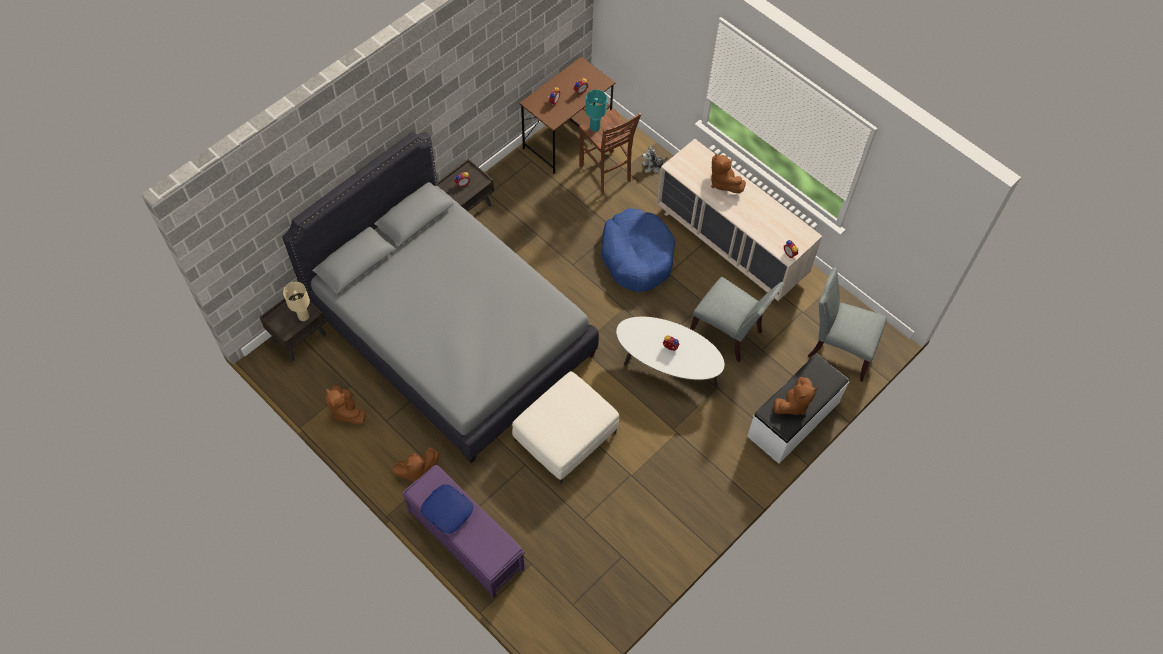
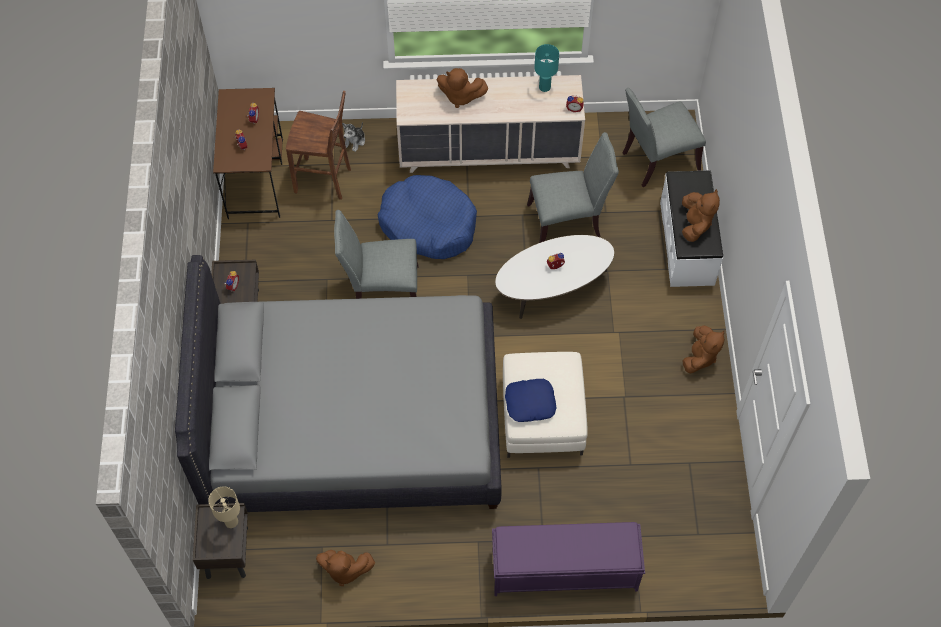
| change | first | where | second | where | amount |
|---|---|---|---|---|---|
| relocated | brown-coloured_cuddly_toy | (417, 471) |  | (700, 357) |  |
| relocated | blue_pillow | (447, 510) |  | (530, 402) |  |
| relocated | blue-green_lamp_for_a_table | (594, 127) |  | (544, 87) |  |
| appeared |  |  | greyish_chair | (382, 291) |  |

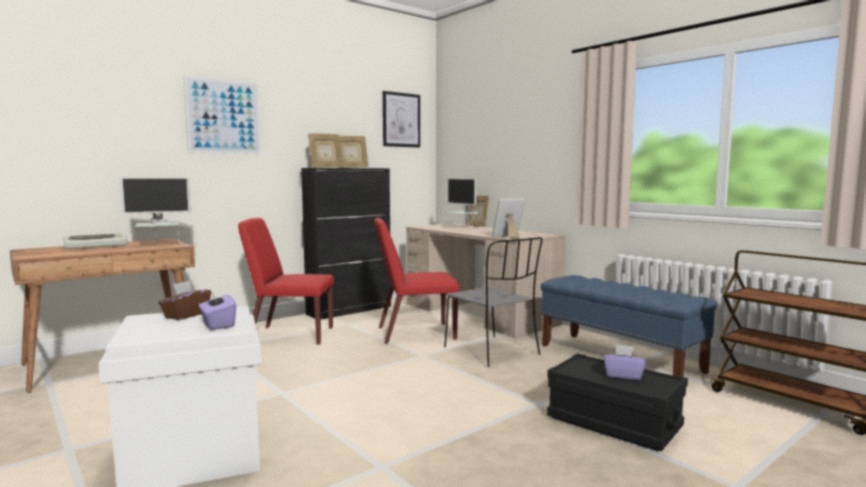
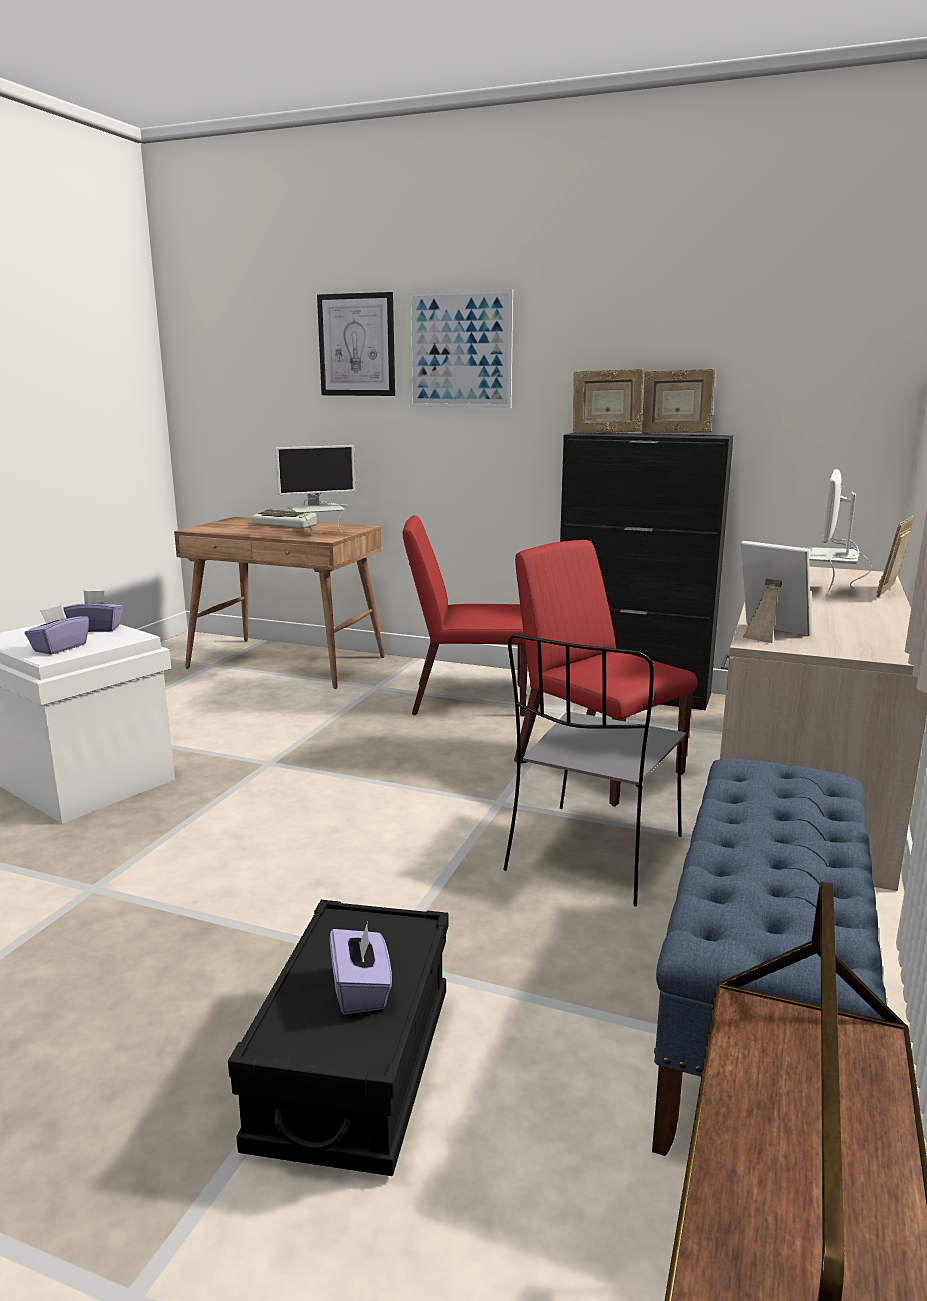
| change | first | where | second | where | amount |
|---|---|---|---|---|---|
| spun | computer_screen | (159, 245) |  | (318, 535) | 60 degrees counterclockwise |
| colour | brown-coloured_tissue_box | (186, 315) | purplish_tissue_box | (96, 628) |  |
| spun | reddish_chair | (290, 335) |  | (467, 699) | 60 degrees counterclockwise |
| relocated | picture | (401, 120) |  | (357, 345) |  |

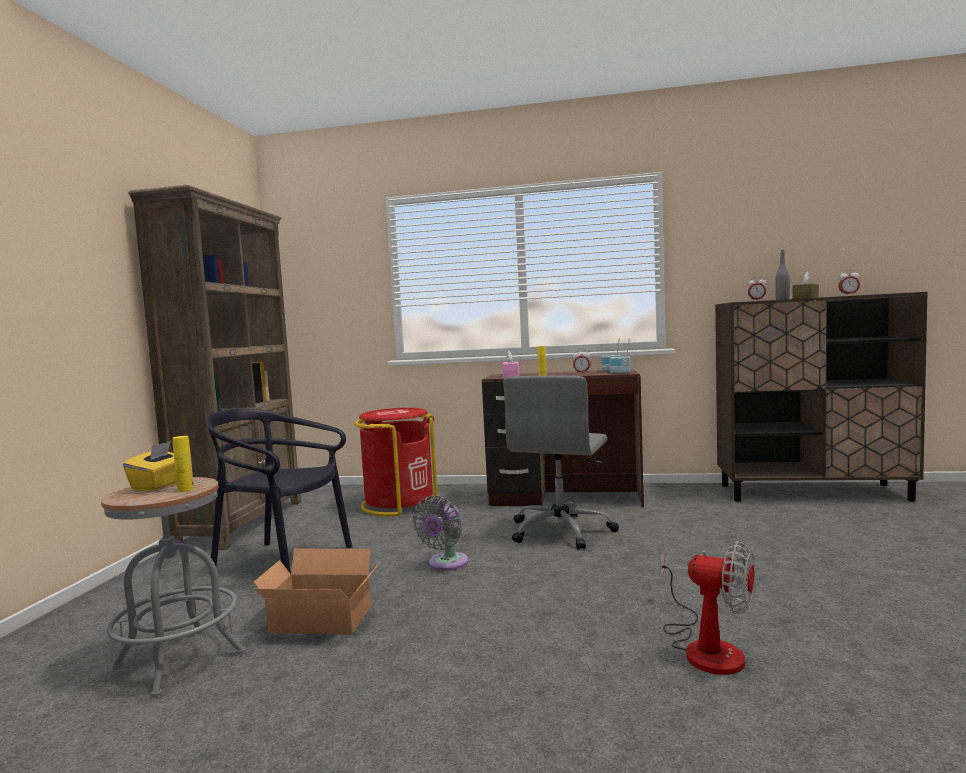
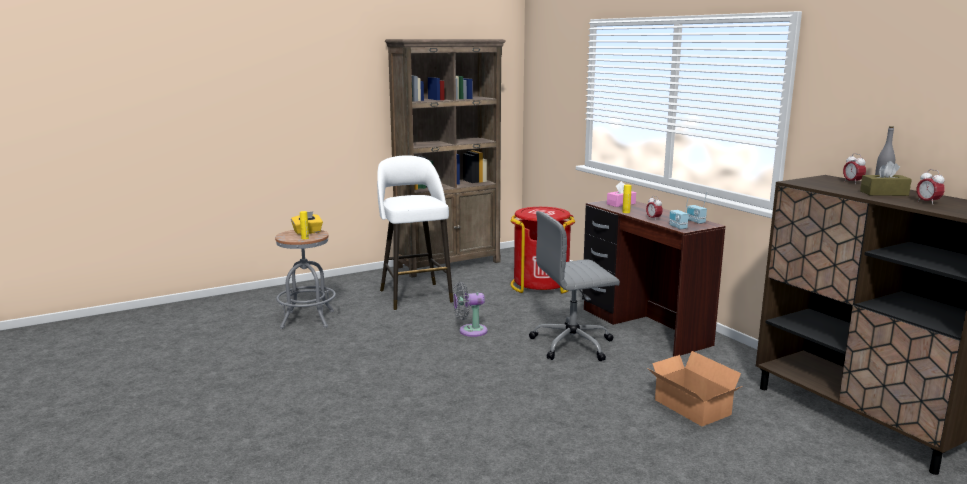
| change | first | where | second | where | amount |
|---|---|---|---|---|---|
| exchanged | black-coloured_chair | (283, 563) | white-coloured_stool | (415, 295) |  |
| relocated | carton | (322, 621) |  | (691, 409) |  |
| missing | cooling_fan | (705, 647) |  |  |  |

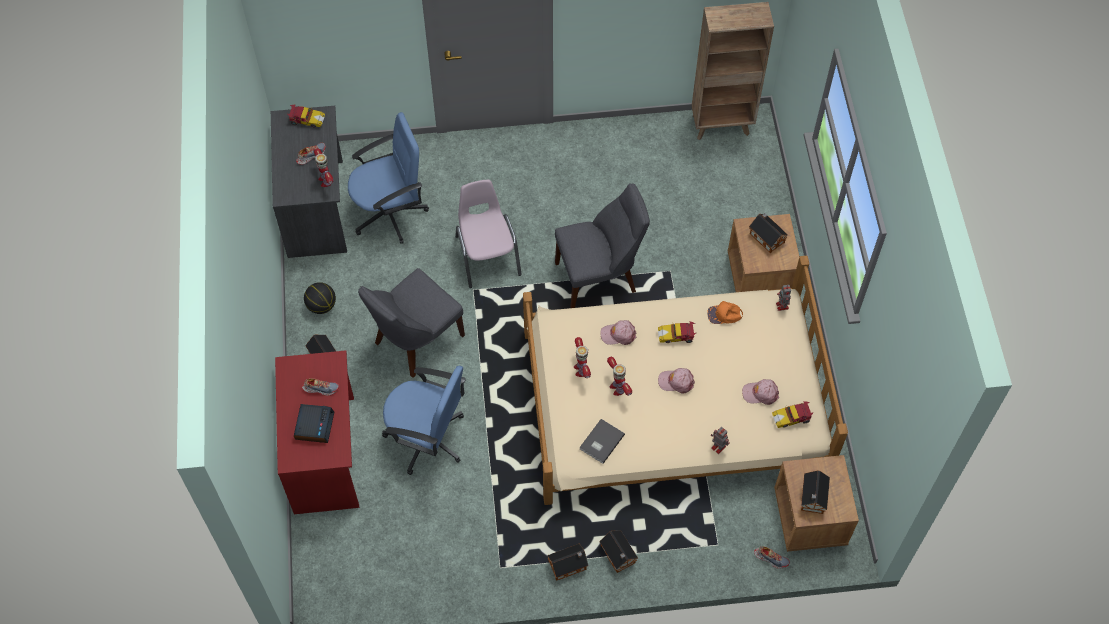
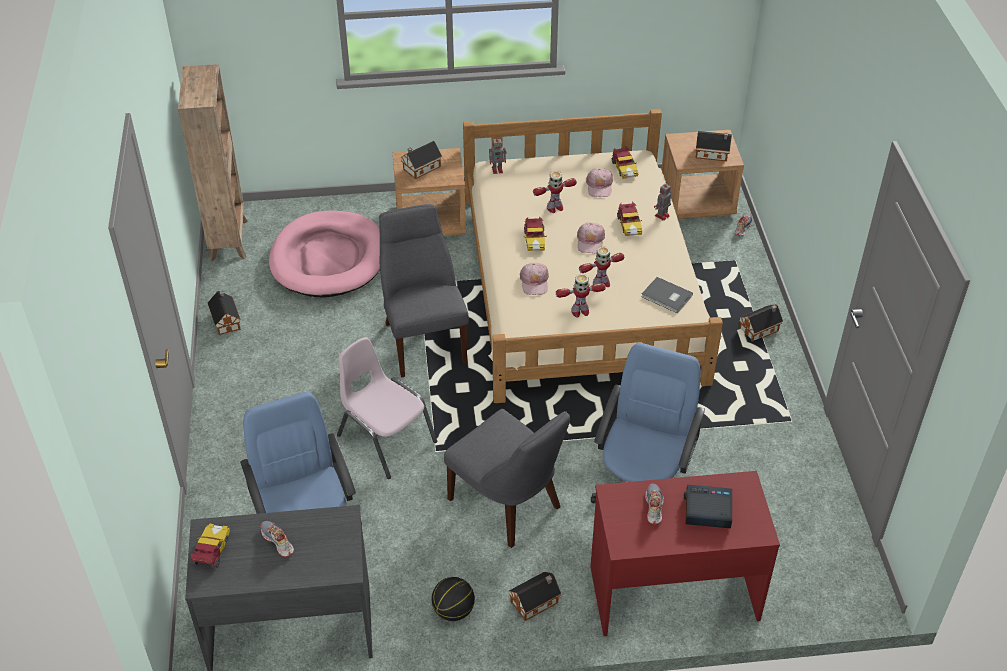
| change | first | where | second | where | amount |
|---|---|---|---|---|---|
| relocated | robot_figure | (325, 180) |  | (554, 208) |  |
| spun | pink_chair | (487, 255) |  | (386, 439) | 60 degrees clockwise |
| relocated | toy_house | (569, 565) |  | (226, 320) |  |
| missing | orange-coloured_baseball_cap | (724, 315) |  |  |  |
| appeared |  |  | pink_pet_bed | (328, 258) |  |
| appeared |  |  | model_car | (629, 225) |  |

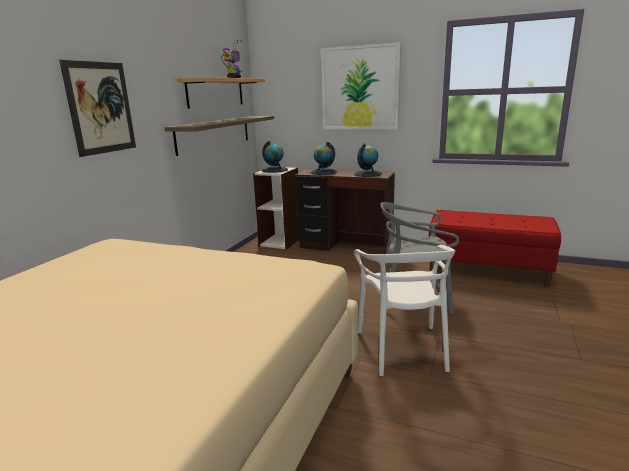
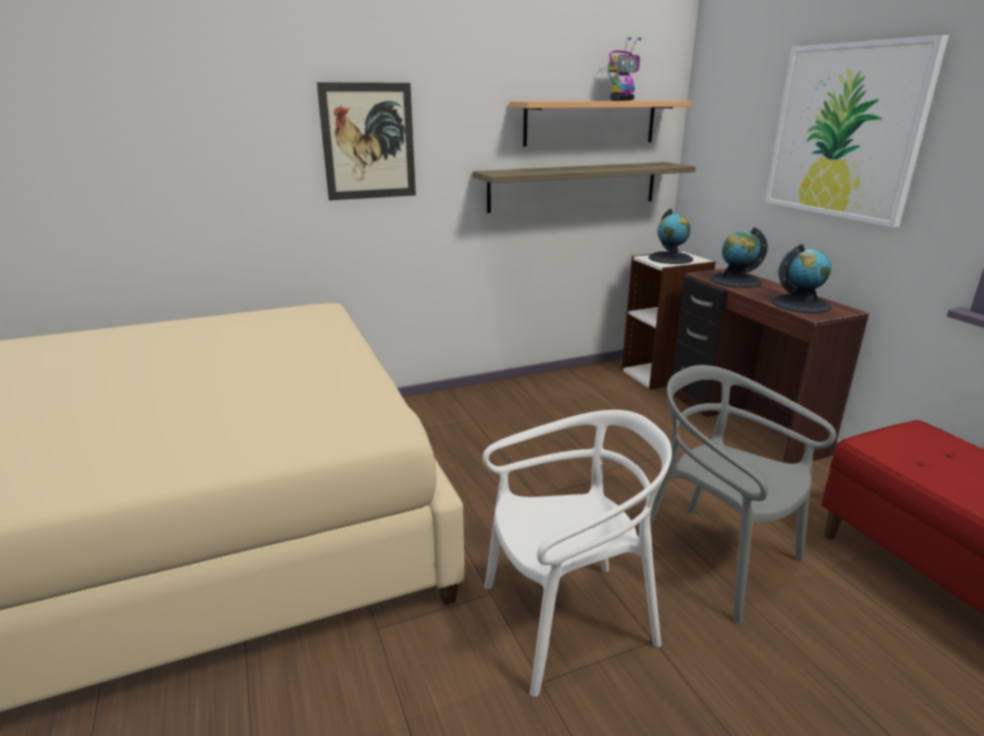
| change | first | where | second | where | amount |
|---|---|---|---|---|---|
| spun | white-coloured_chair | (403, 349) |  | (567, 620) | 150 degrees counterclockwise |

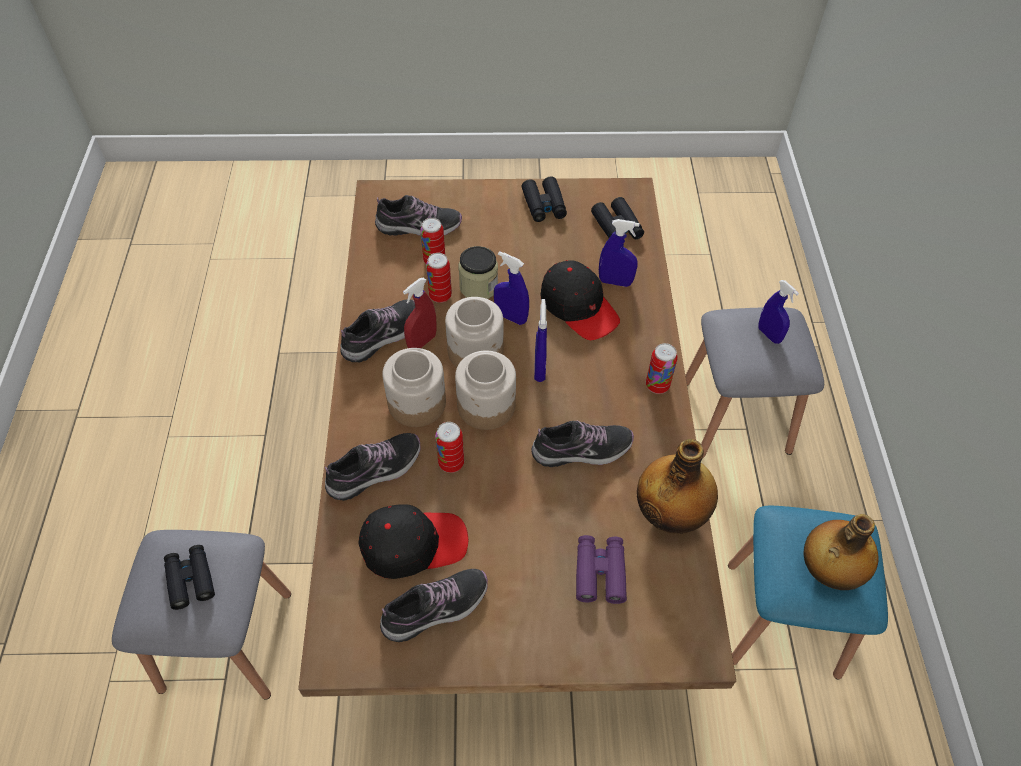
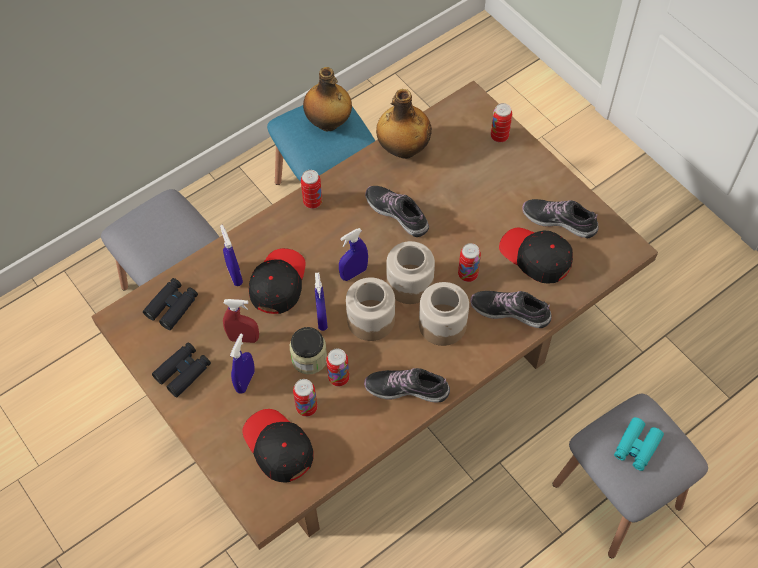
| change | first | where | second | where | amount |
|---|---|---|---|---|---|
| colour | black-coloured_field_glasses | (190, 579) | blue-green_field_glasses | (636, 447) |  |
| exchanged | item_of_footwear | (419, 226) | black-coloured_baseball_cap | (278, 447) |  |
| relocated | reddish_hand_sprayer | (422, 342) |  | (243, 338) |  |
| missing | purplish_field_glasses | (600, 572) |  |  |  |
| relocated | blue_hand_sprayer | (769, 335) |  | (245, 381) |  |
| appeared |  |  | sealed_can | (499, 136) |  |

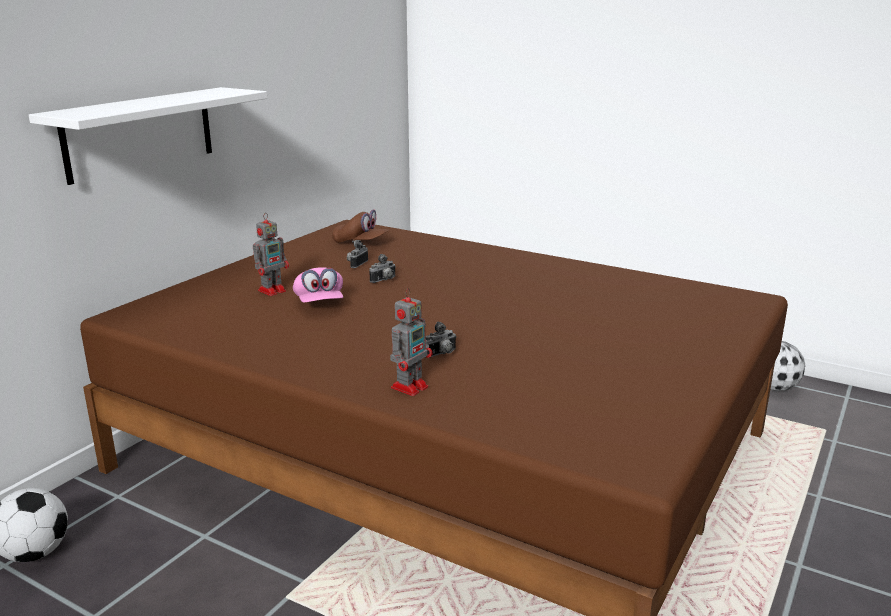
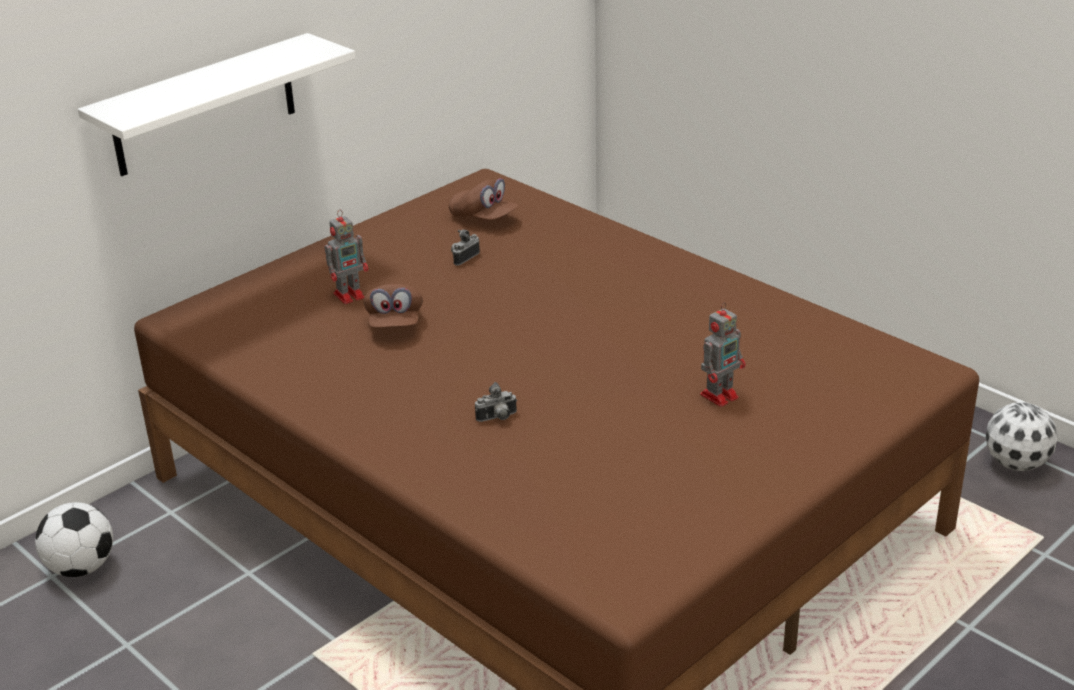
| change | first | where | second | where | amount |
|---|---|---|---|---|---|
| colour | pink_baseball_cap | (319, 304) | brown-coloured_baseball_cap | (395, 323) |  |
| missing | still_camera | (384, 280) |  |  |  |
| relocated | robot_figure | (410, 386) |  | (720, 395) |  |

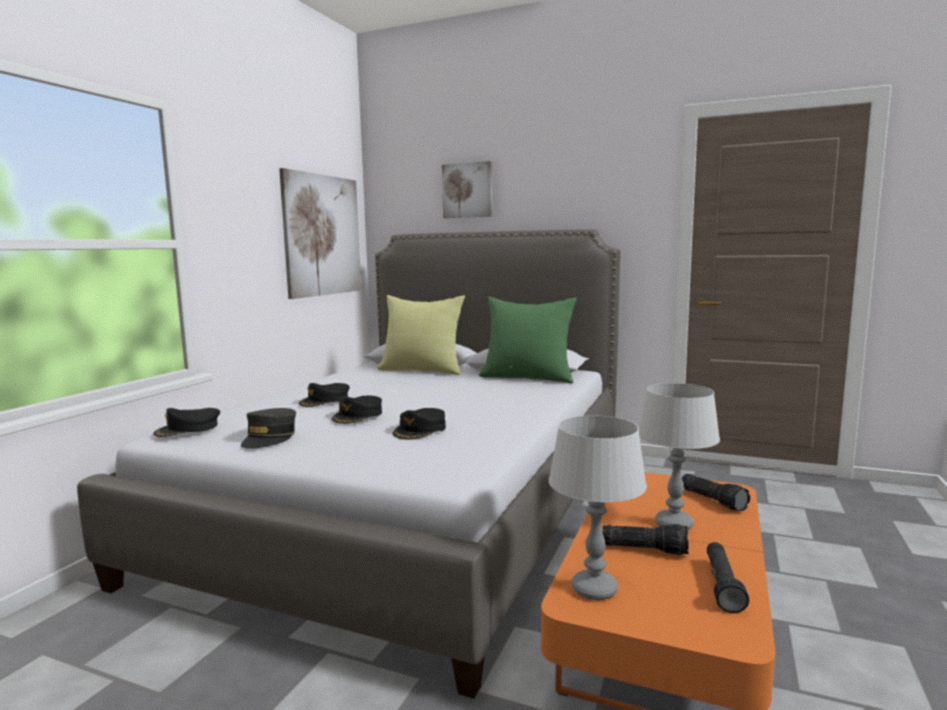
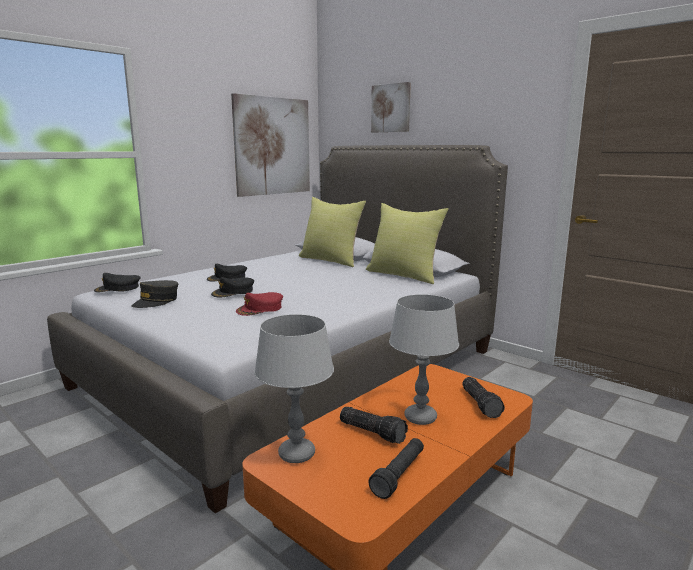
| change | first | where | second | where | amount |
|---|---|---|---|---|---|
| colour | black-coloured_baseball_cap | (420, 430) | reddish_baseball_cap | (260, 309) |  |
| colour | green-coloured_pillow | (528, 377) | yellow-coloured_pillow | (404, 275) |  |

